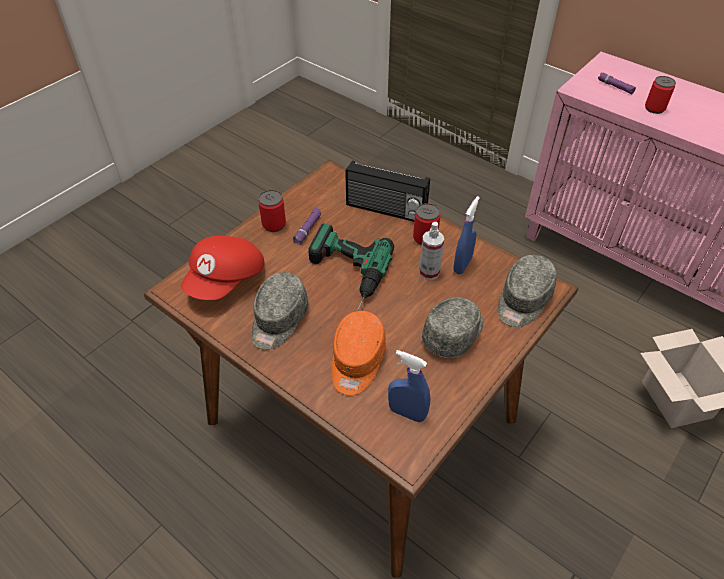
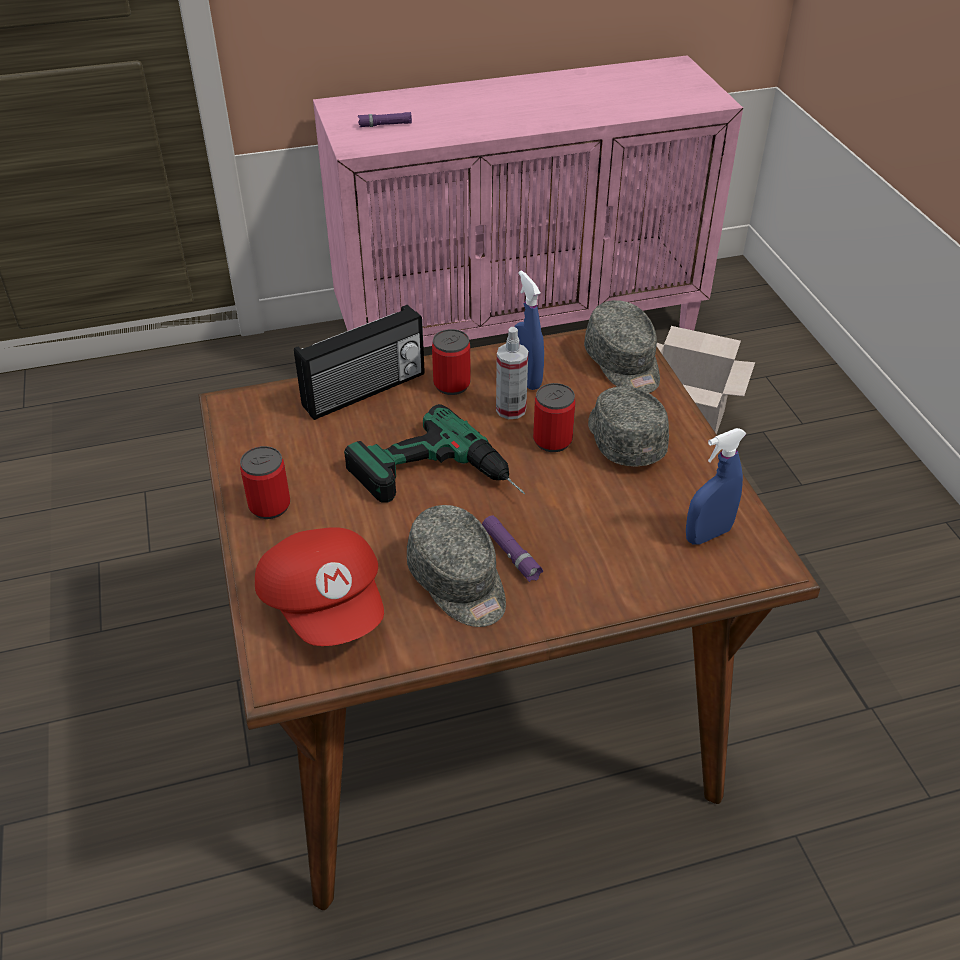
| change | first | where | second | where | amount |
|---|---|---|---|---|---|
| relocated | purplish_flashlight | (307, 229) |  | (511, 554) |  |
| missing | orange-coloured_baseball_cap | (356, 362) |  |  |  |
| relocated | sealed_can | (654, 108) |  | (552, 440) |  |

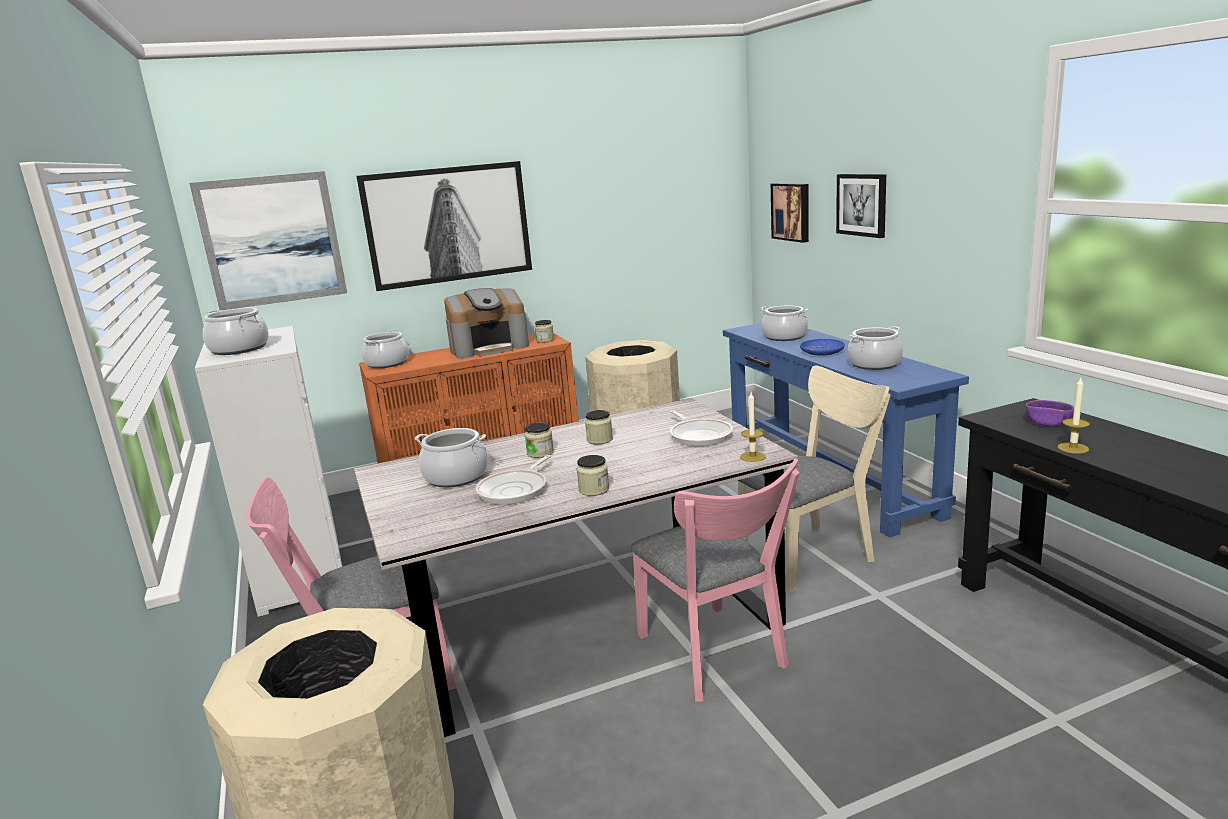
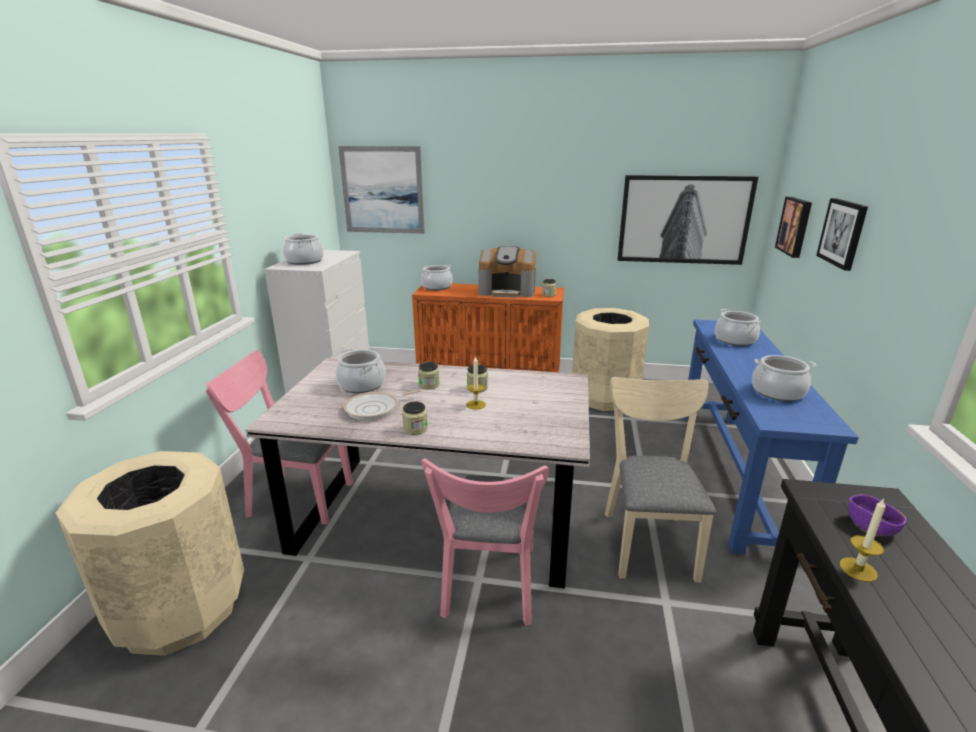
| change | first | where | second | where | amount |
|---|---|---|---|---|---|
| relocated | picture | (448, 225) |  | (684, 220) |  |
| missing | frying_pan | (699, 435) |  |  |  |
| spun | beige_chair | (813, 555) |  | (648, 538) | 90 degrees counterclockwise |
| relocated | wax_candle | (752, 457) |  | (476, 404) |  |
| missing | blue_dinner_plate | (822, 352) |  |  |  |

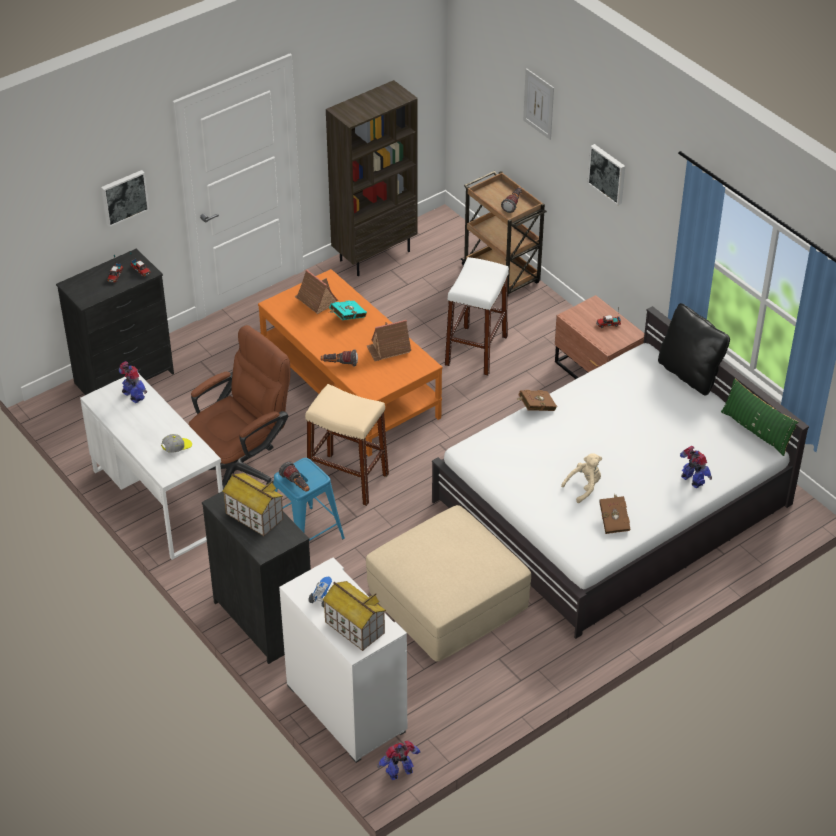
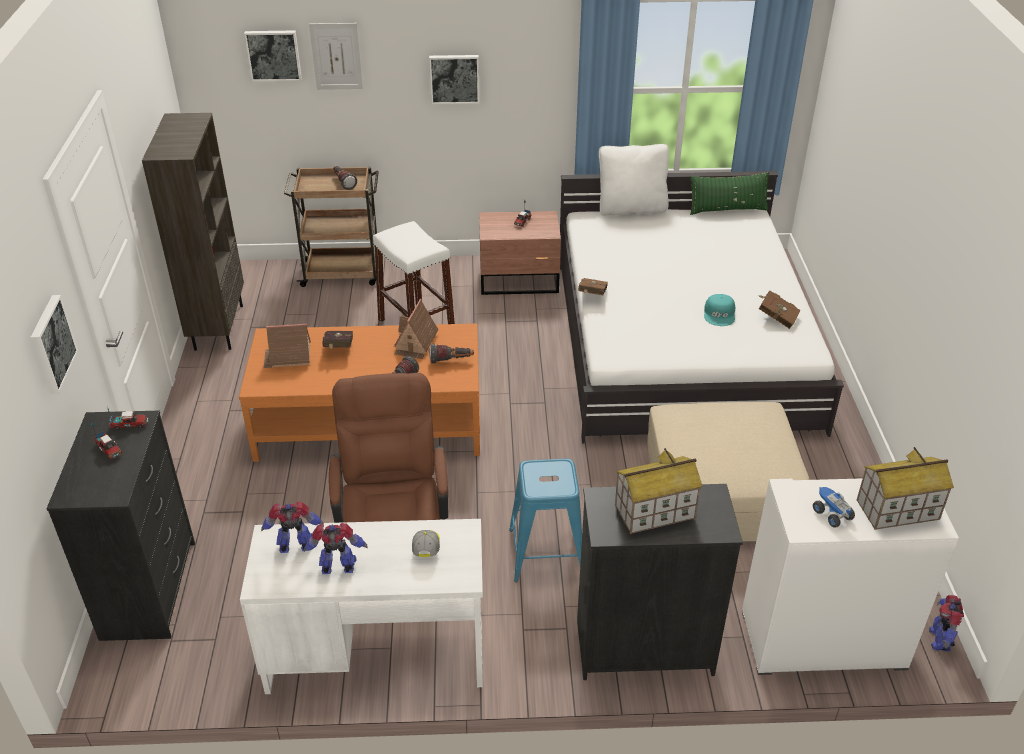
| change | first | where | second | where | amount |
|---|---|---|---|---|---|
| relocated | flashlight | (296, 485) |  | (451, 361) |  |
| missing | beige_stool | (348, 479) |  |  |  |
| colour | blue-green_volume | (346, 317) | reddish_volume | (338, 349) |  |
| exchanged | beige_cuddly_toy | (584, 487) | blue-green_baseball_cap | (720, 314) |  |
| colour | black-coloured_pillow | (689, 374) | white-coloured_pillow | (631, 209) |  |
| relocated | robot_figure | (692, 481) |  | (338, 568) |  |
| appeared |  |  | picture | (273, 55) |  |

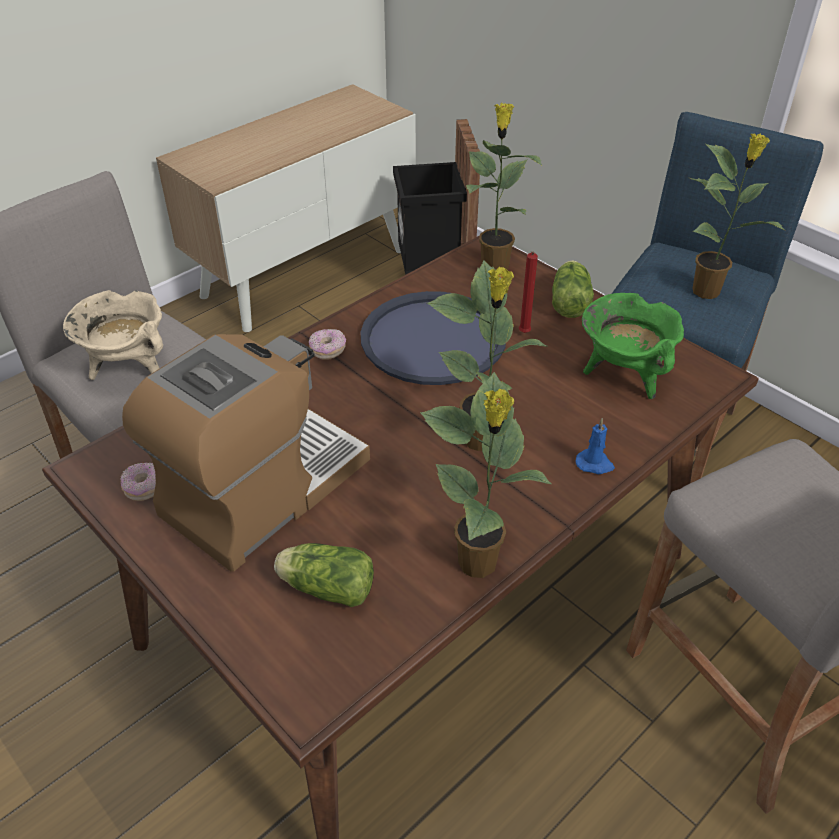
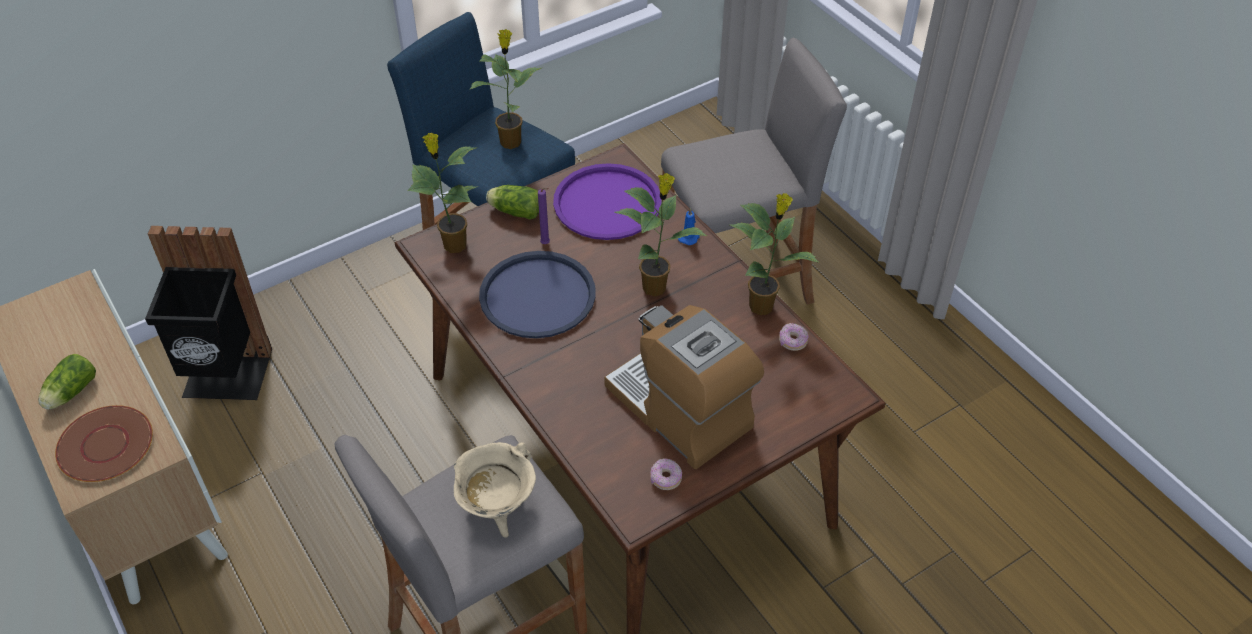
| change | first | where | second | where | amount |
|---|---|---|---|---|---|
| relocated | lettuce_head | (325, 587) |  | (70, 393) |  |
| relocated | donut | (328, 350) |  | (792, 341) |  |
| colour | reddish_wax_candle | (523, 334) | purplish_wax_candle | (546, 244) |  |
| exchanged | green-coloured_cooking_pot | (623, 375) | purplish_tray | (607, 203) |  |
| appeared |  |  | brown-coloured_dinner_plate | (105, 446) |  |

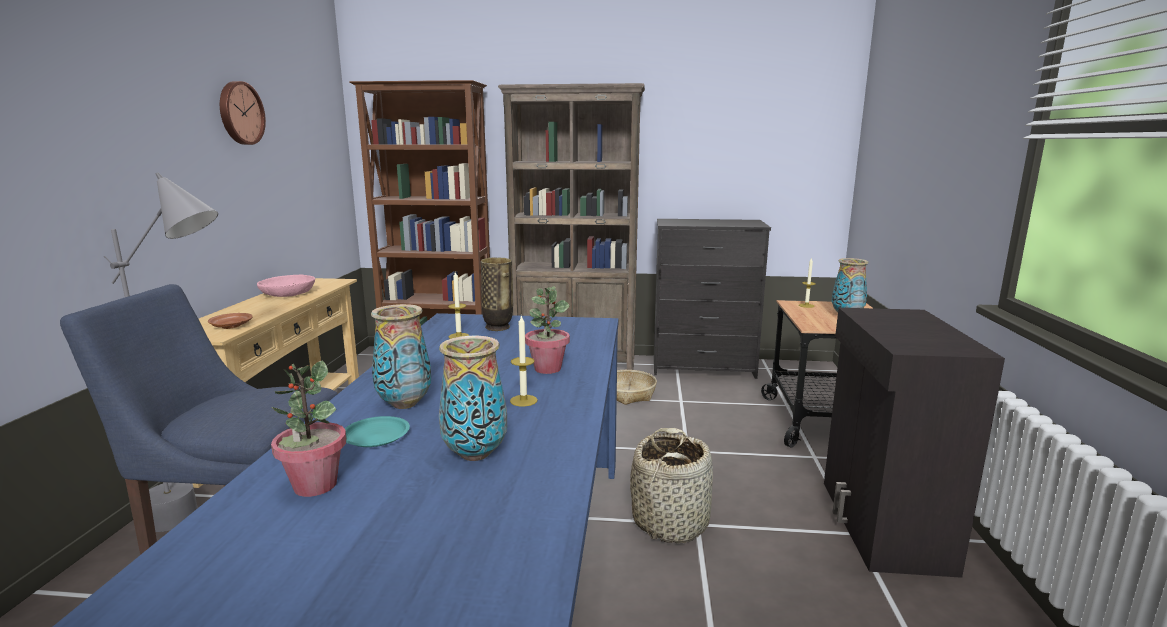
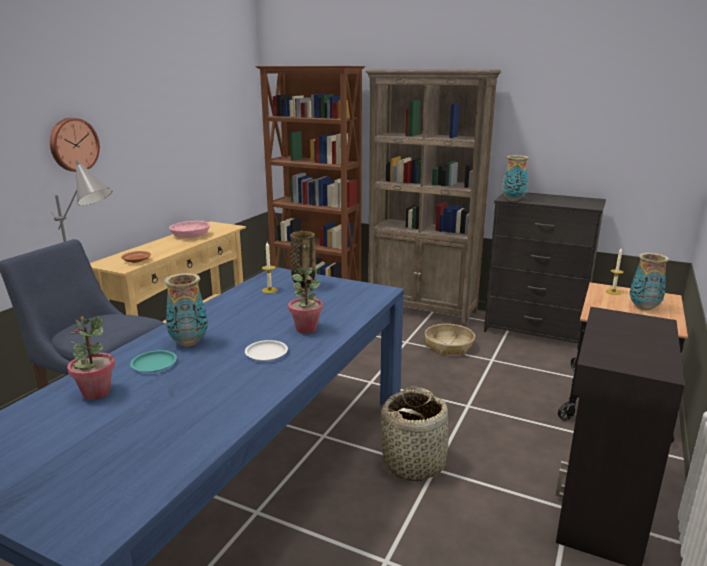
| change | first | where | second | where | amount |
|---|---|---|---|---|---|
| relocated | wall_clock | (240, 113) |  | (73, 145) |  |
| relocated | flower_vase | (474, 454) |  | (513, 200) |  |
| exchanged | wax_candle | (523, 400) | white-coloured_dinner_plate | (266, 353) |  |

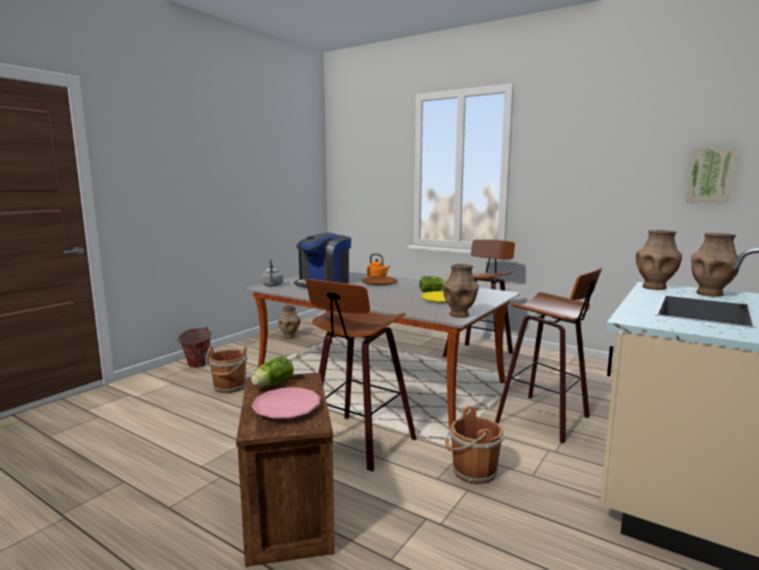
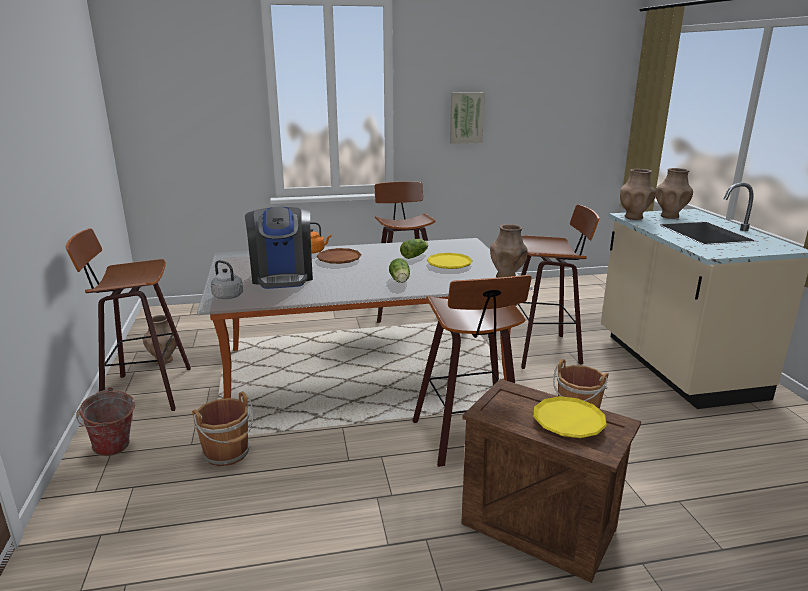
| change | first | where | second | where | amount |
|---|---|---|---|---|---|
| relocated | lettuce_head | (271, 384) |  | (400, 281) |  |
| colour | pink_dinner_plate | (287, 408) | yellow-coloured_dinner_plate | (568, 421) |  |
| relocated | picture | (710, 175) |  | (466, 118) |  |
| appeared |  |  | stool | (144, 391) |  |

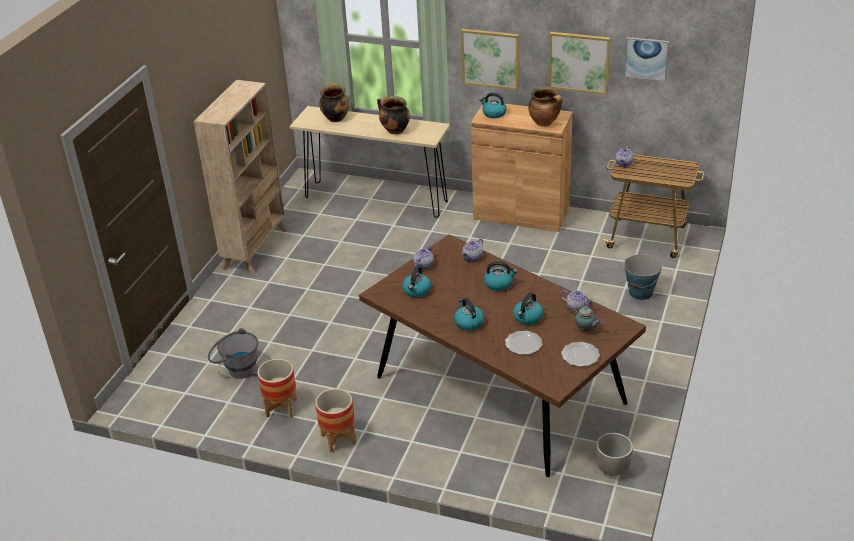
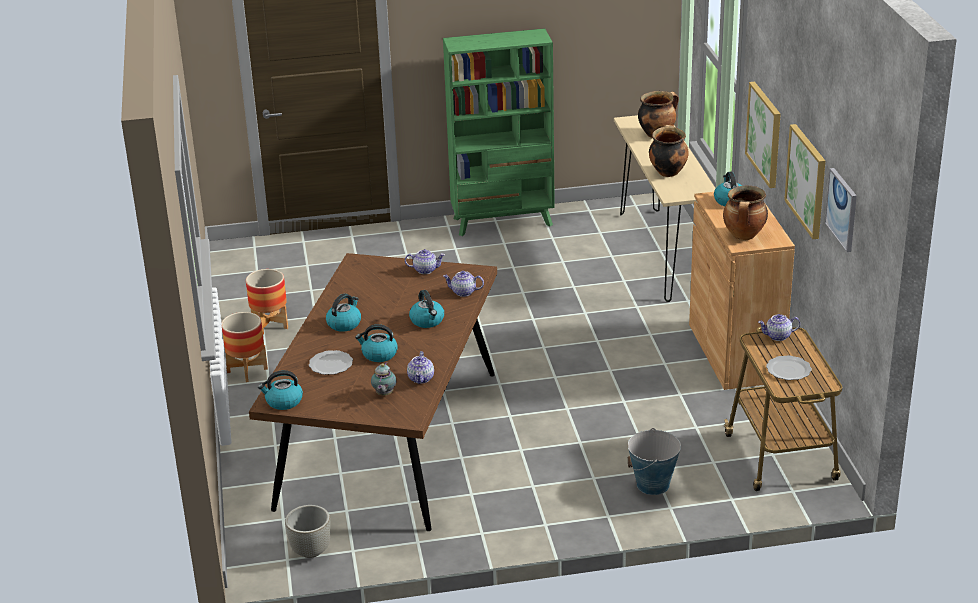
| change | first | where | second | where | amount |
|---|---|---|---|---|---|
| colour | beige_shelving_unit | (255, 248) | green-coloured_shelving_unit | (503, 222) |  |
| missing | greyish_pail | (236, 369) |  |  |  |
| relocated | tea_kettle | (417, 291) |  | (283, 401) |  |
| relocated | dinner_plate | (580, 355) |  | (789, 370) |  |

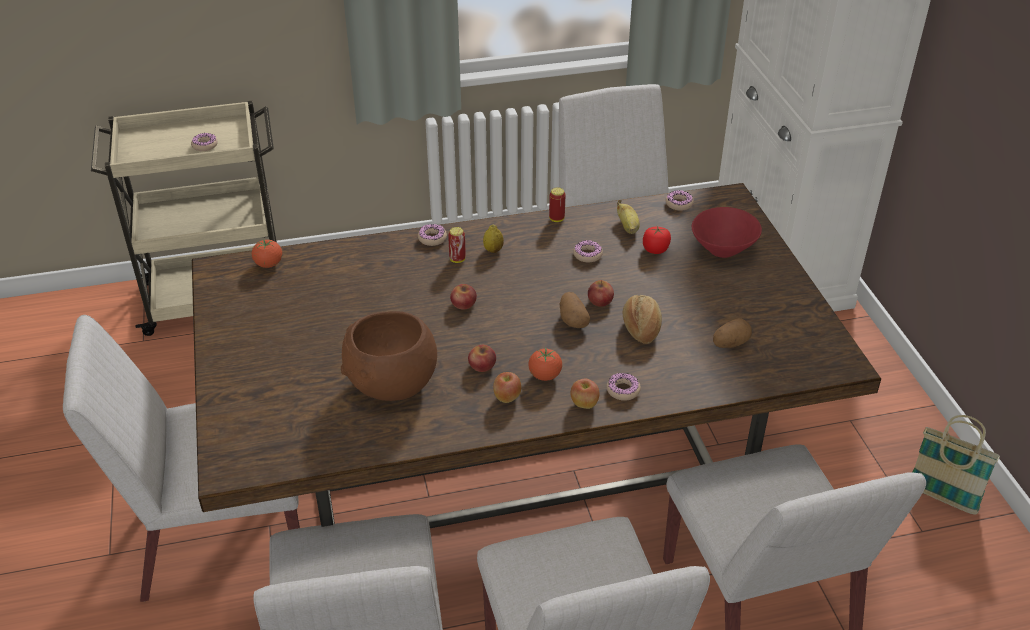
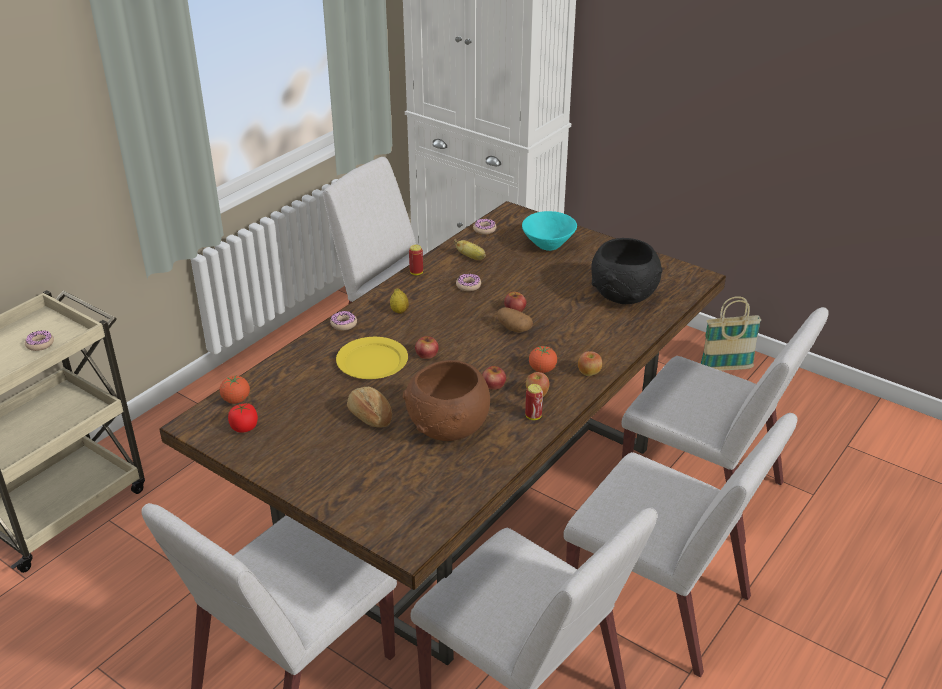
| change | first | where | second | where | amount |
|---|---|---|---|---|---|
| relocated | sealed_can | (457, 259) |  | (533, 416) |  |
| missing | donut | (623, 390) |  |  |  |
| relocated | bread | (640, 327) |  | (369, 417) |  |
| relocated | fresh_tomato | (655, 249) |  | (244, 427) |  |
| colour | reddish_serving_bowl | (722, 249) | blue-green_serving_bowl | (547, 245) |  |
| exchanged | whole_potato | (730, 343) | black-coloured_serving_bowl | (624, 296) |  |
| appeared |  |  | yellow-coloured_dinner_plate | (372, 361) |  |

